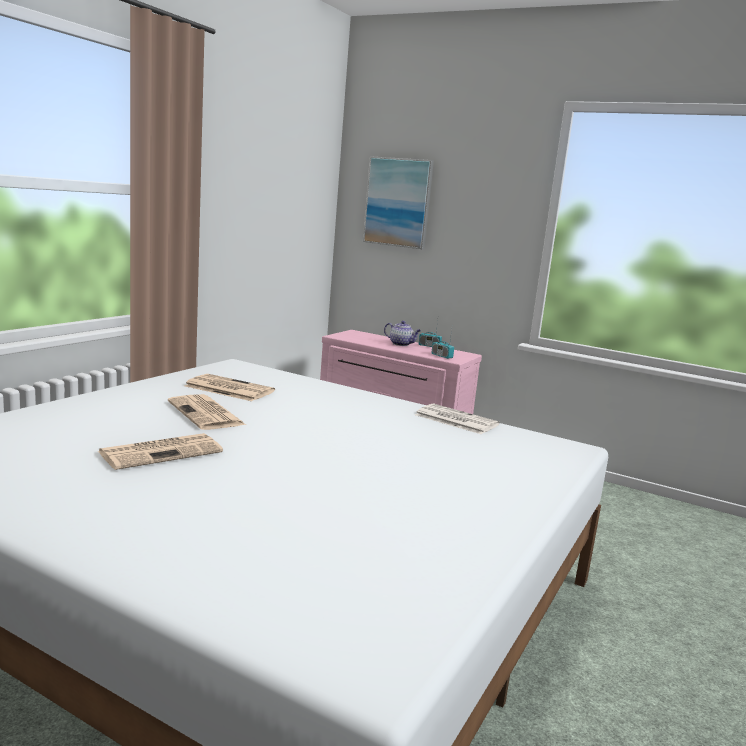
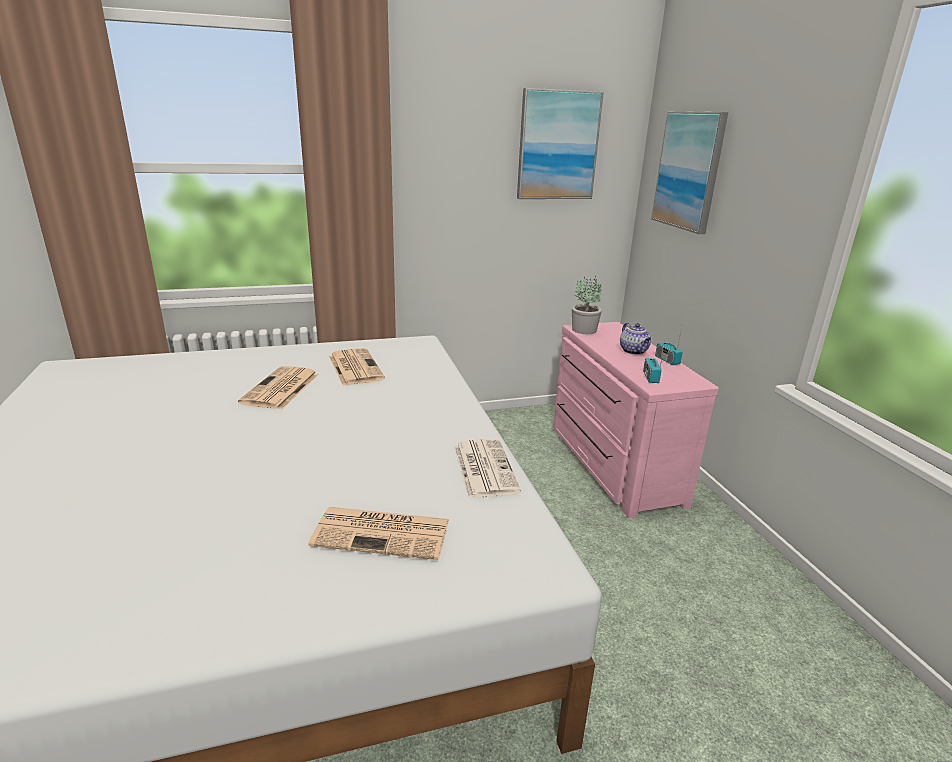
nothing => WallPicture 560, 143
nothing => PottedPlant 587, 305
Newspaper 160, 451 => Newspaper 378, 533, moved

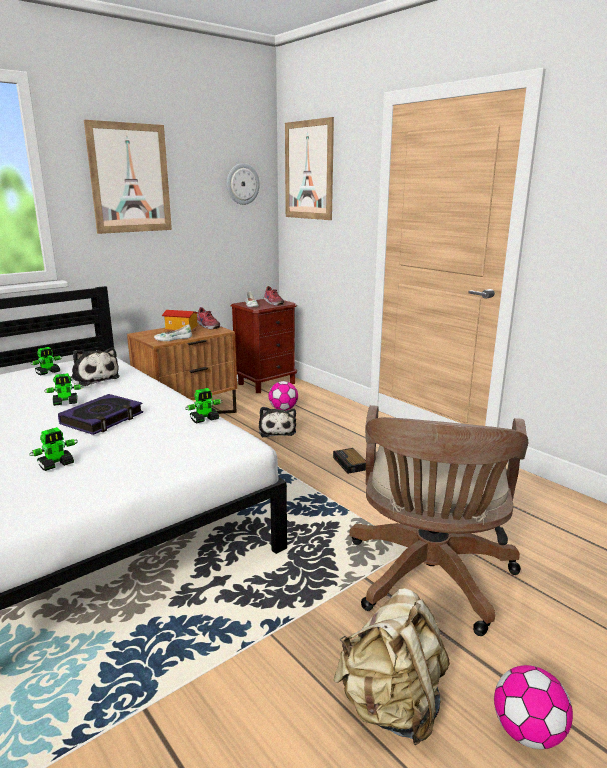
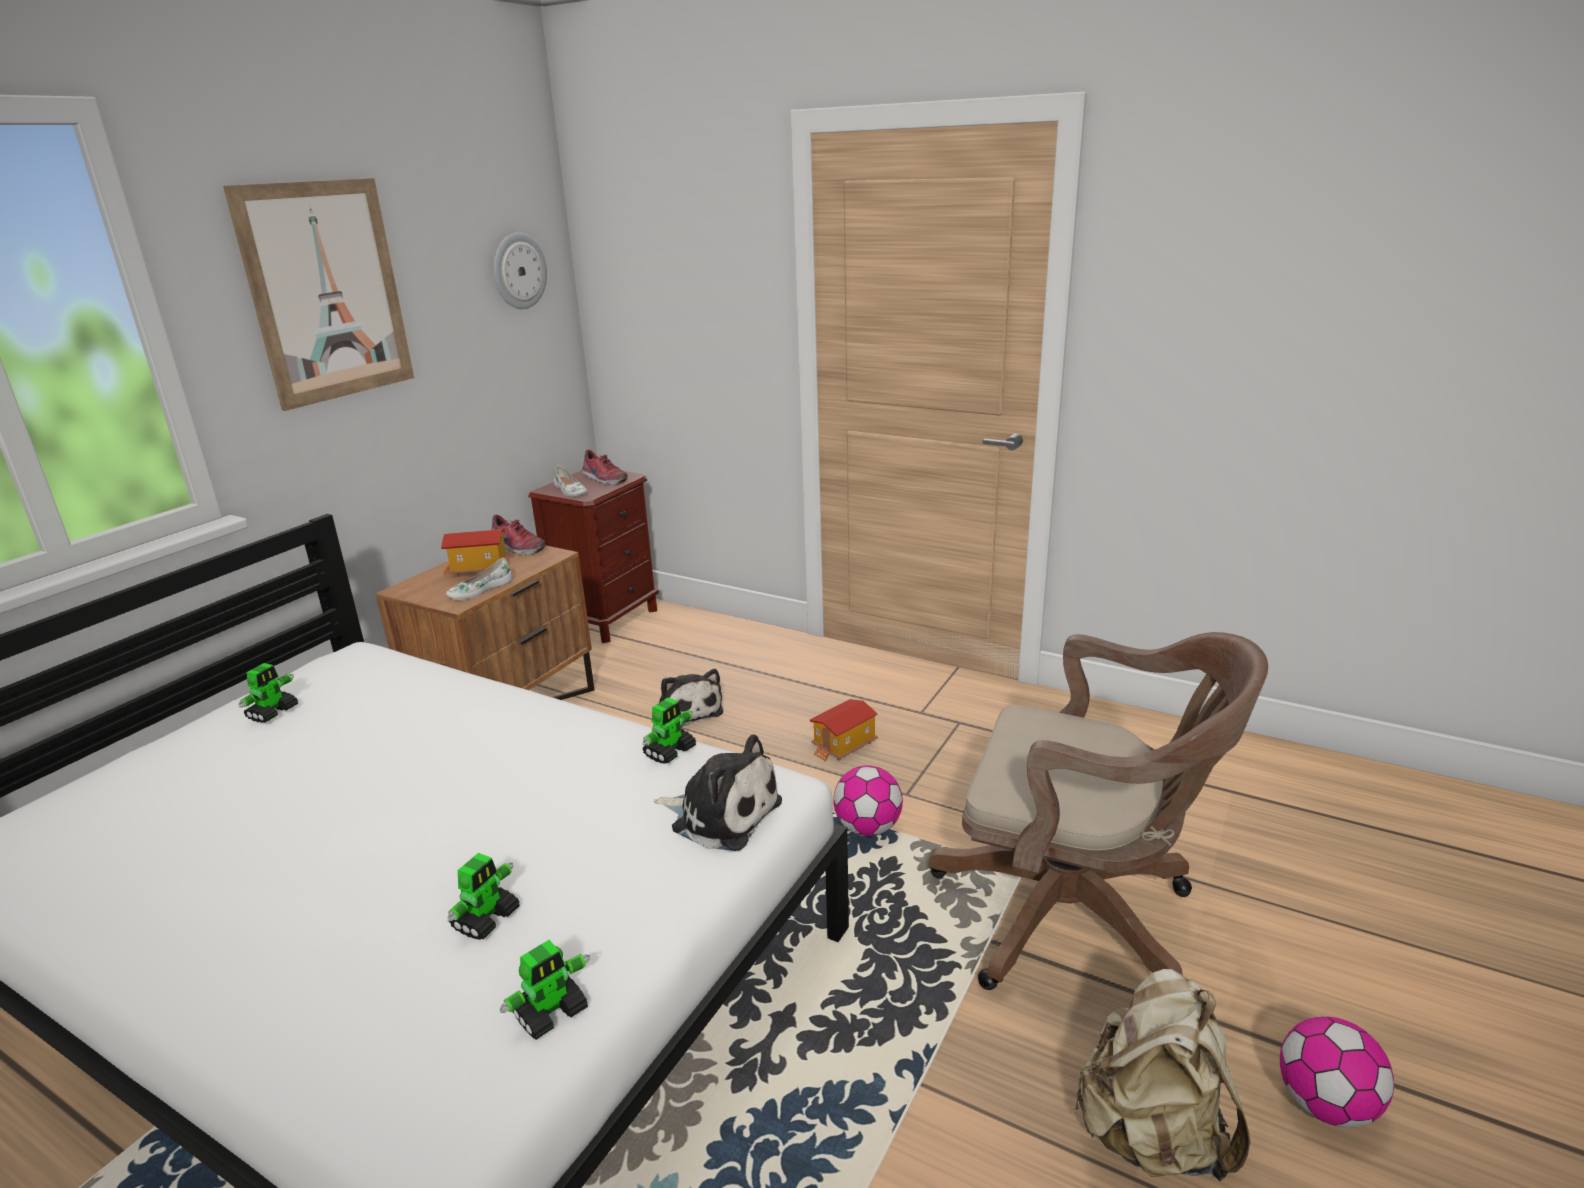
Volume 100, 414 => nothing
WallPicture 309, 168 => nothing
ModelRobot 64, 389 => ModelRobot 545, 990, moved
SoftToy 95, 367 => SoftToy 718, 792, moved
BallForFootball 283, 396 => BallForFootball 868, 800, moved
AlarmClock 349, 461 => ToyHouse 844, 730
BrownOfficeChair 438, 520 => BrownOfficeChair 1098, 811, 60 degrees counterclockwise

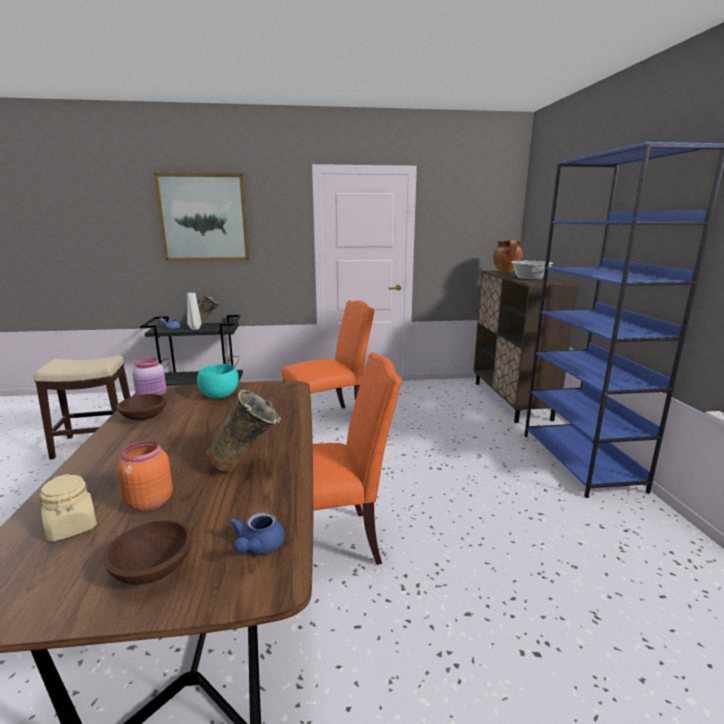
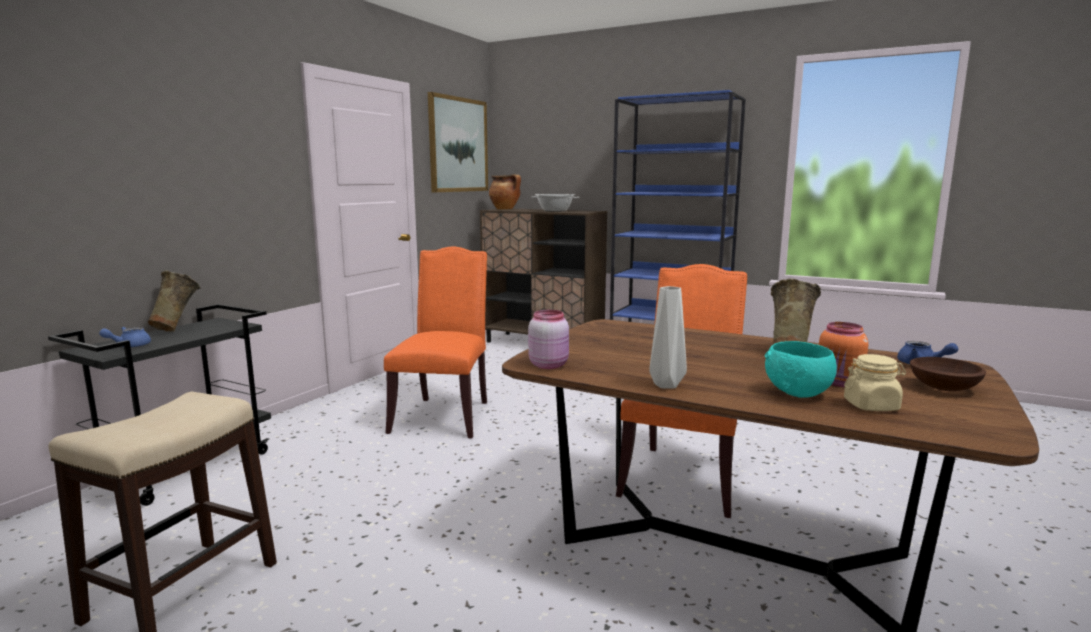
BrownServingBowl 142, 407 => nothing
WallPicture 201, 216 => WallPicture 458, 142, moved
GrayVase 194, 311 => GrayVase 668, 337, moved
TurquoiseServingBowl 218, 381 => TurquoiseServingBowl 801, 369, moved

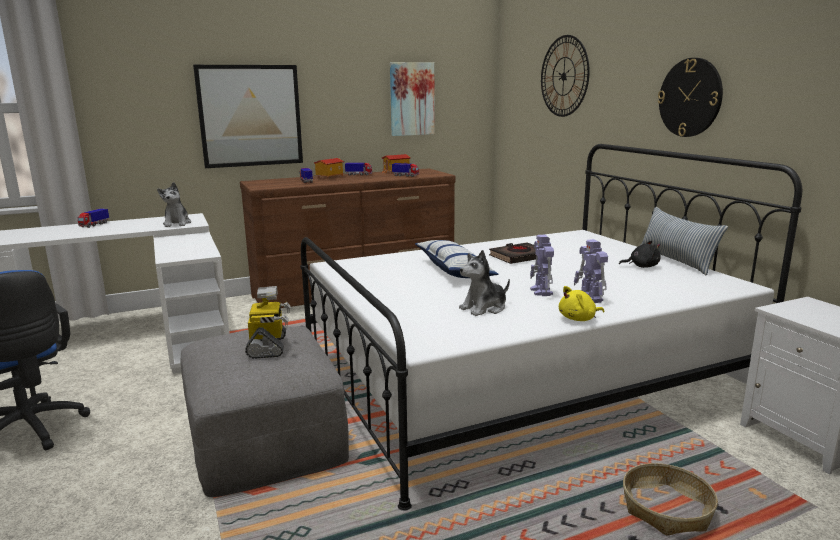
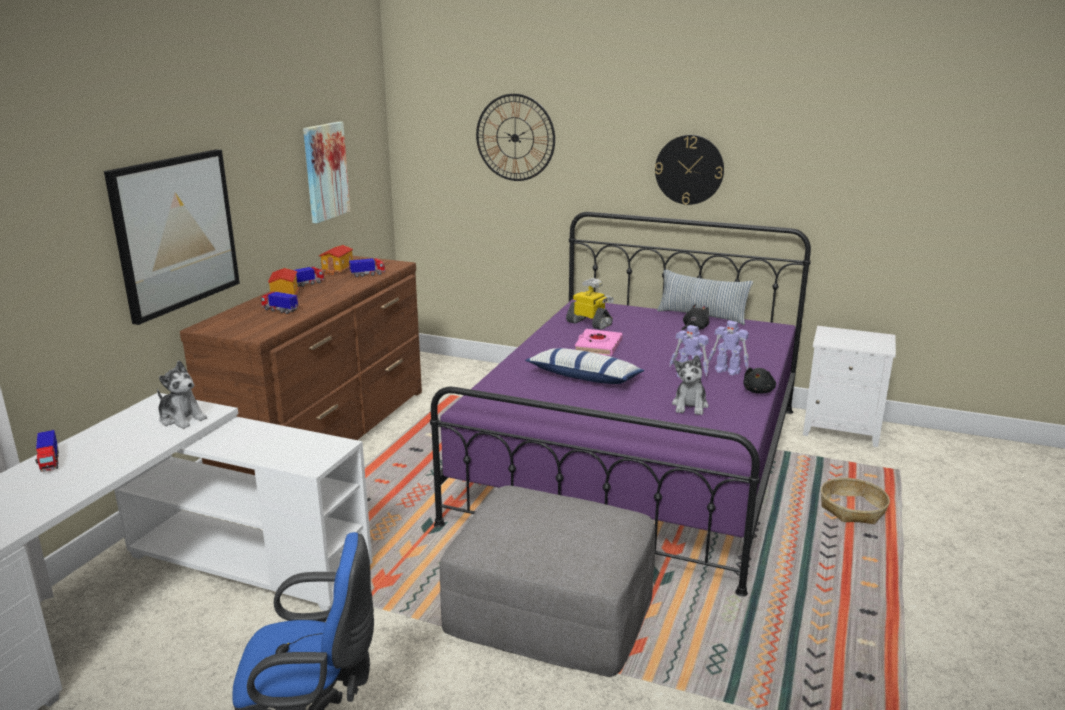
ModelRobot 268, 322 => ModelRobot 590, 304, moved
WhiteBed 551, 327 => PurpleColouredBed 620, 404
BlackishVolume 512, 253 => PinkColouredVolume 599, 342
YellowSoftToy 581, 303 => BlackishSoftToy 759, 380

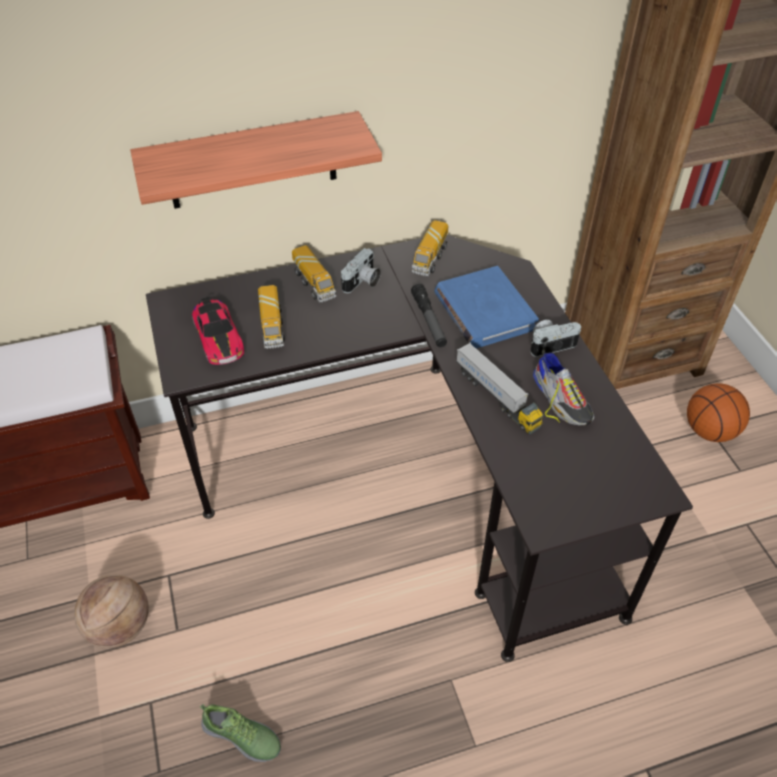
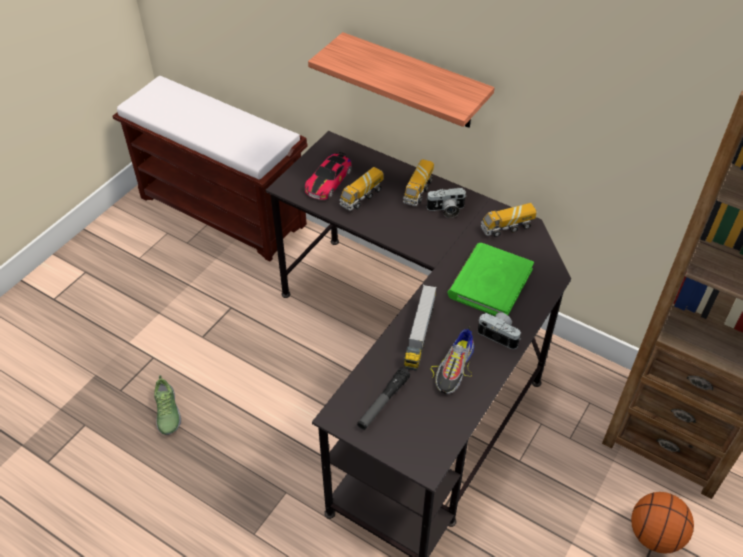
BasketballBall 111, 611 => nothing
HandTorch 429, 315 => HandTorch 383, 399, moved
BlueColouredVolume 487, 307 => GreenishVolume 491, 279

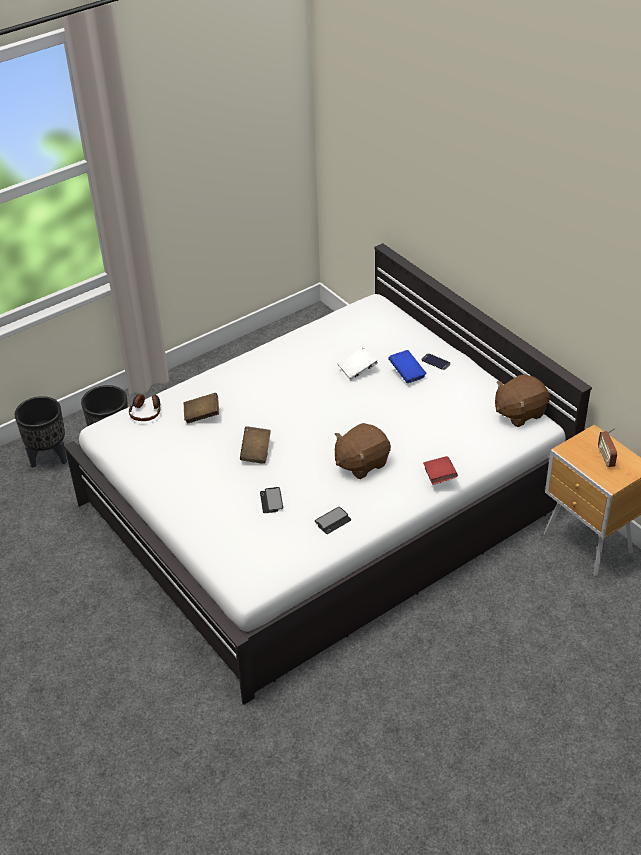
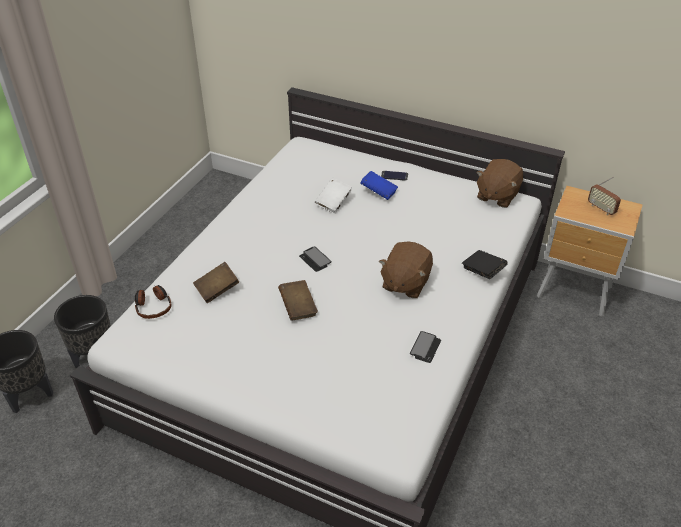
Phone 271, 500 => Phone 315, 259, moved
RedColouredVolume 440, 470 => BlackishVolume 485, 264

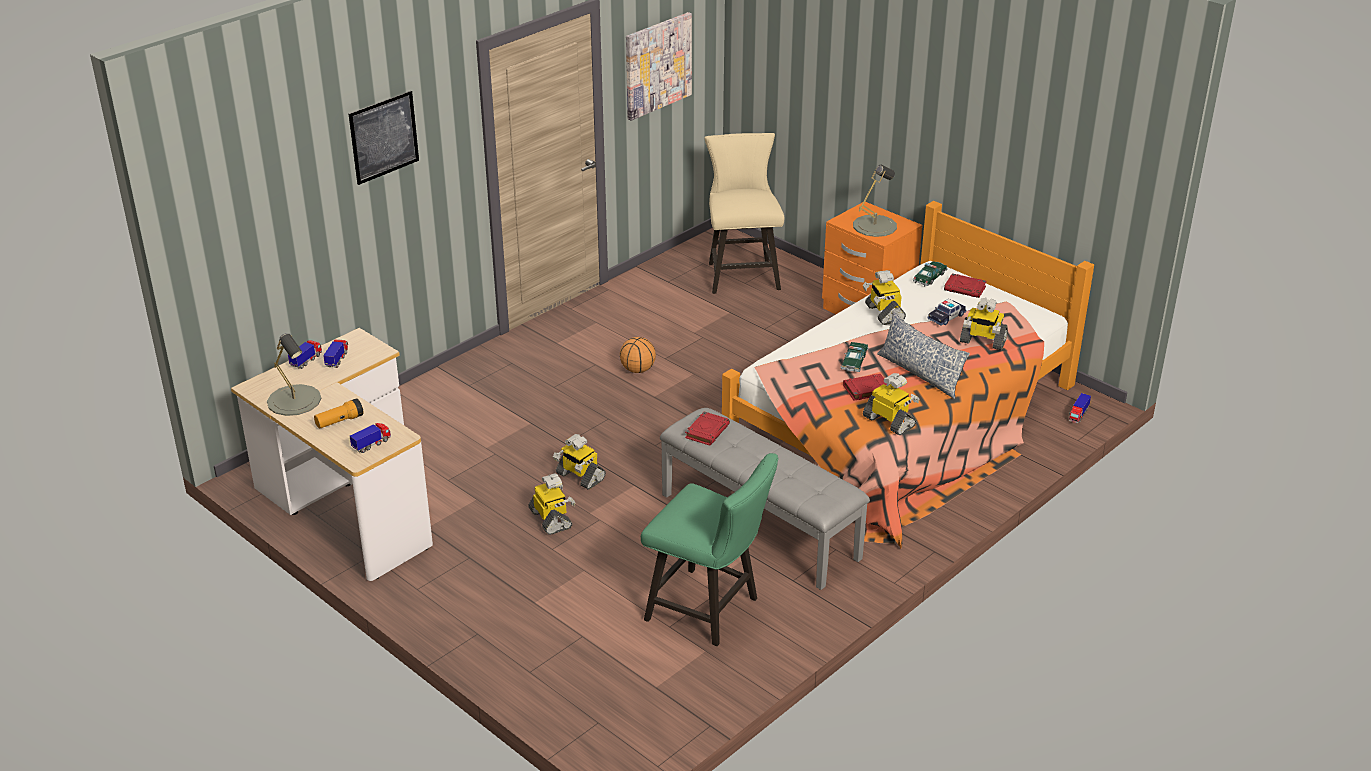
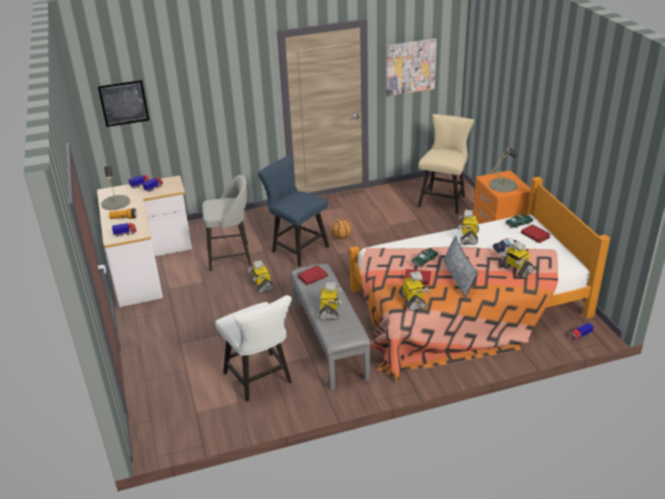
nothing => GrayStoolSeat 227, 223
nothing => BlueColouredUprightChair 293, 211
WallPicture 384, 138 => WallPicture 123, 103, moved
ModelRobot 552, 504 => ModelRobot 330, 301, moved
GreenishUprightChair 709, 549 => WhiteUprightChair 253, 348

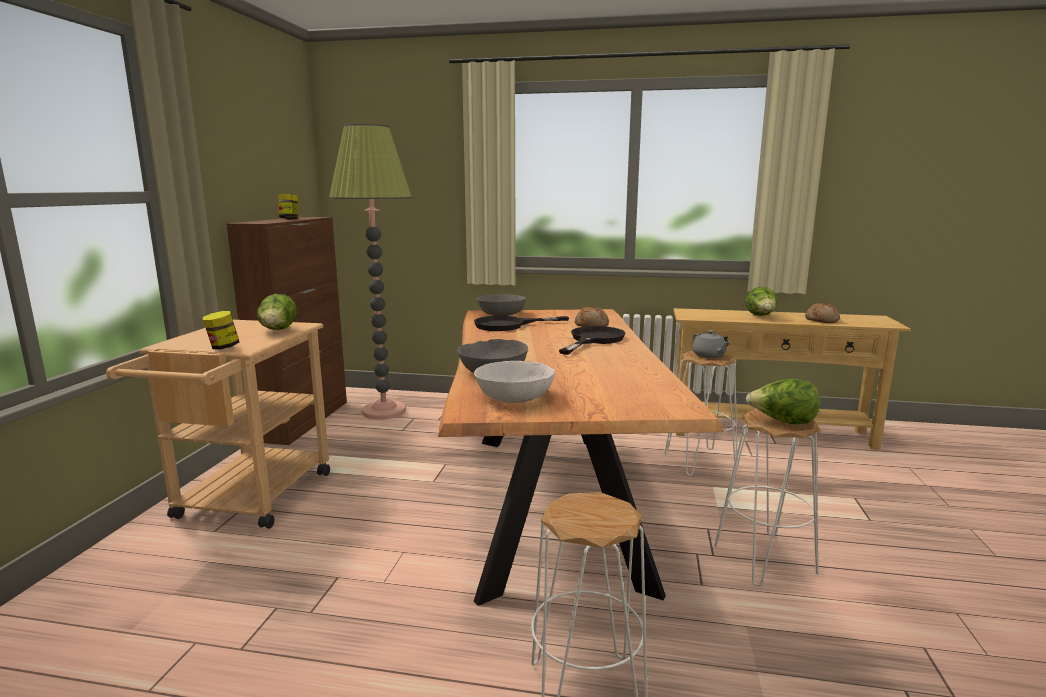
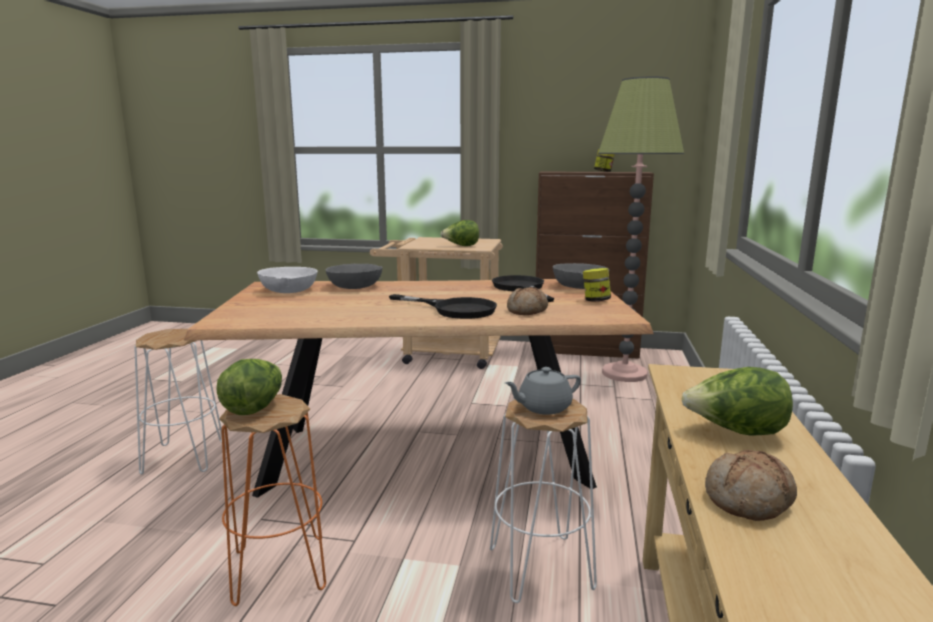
PreserveJar 221, 330 => PreserveJar 597, 285, moved
WhiteStoolSeat 767, 498 => OrangeColouredStoolSeat 272, 500

